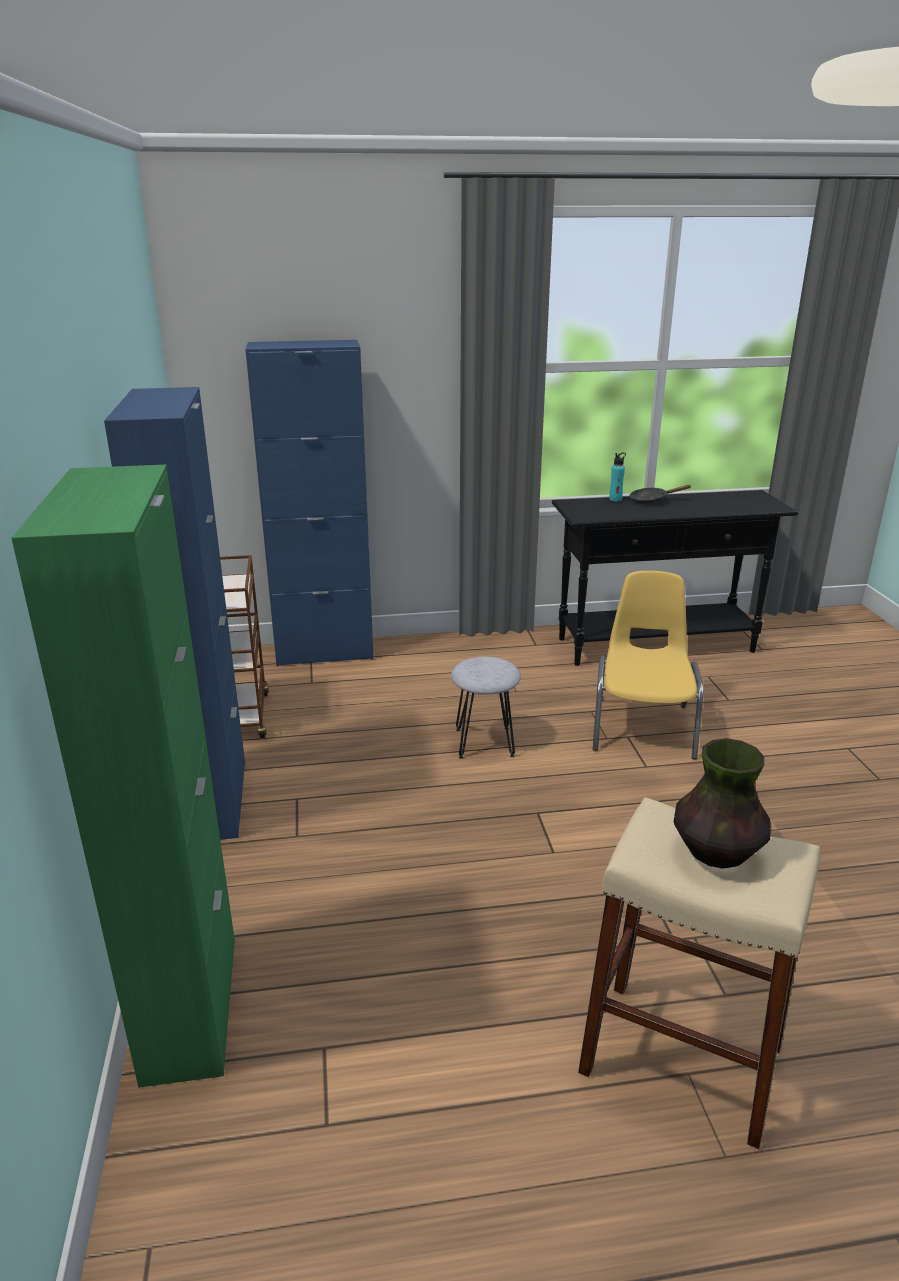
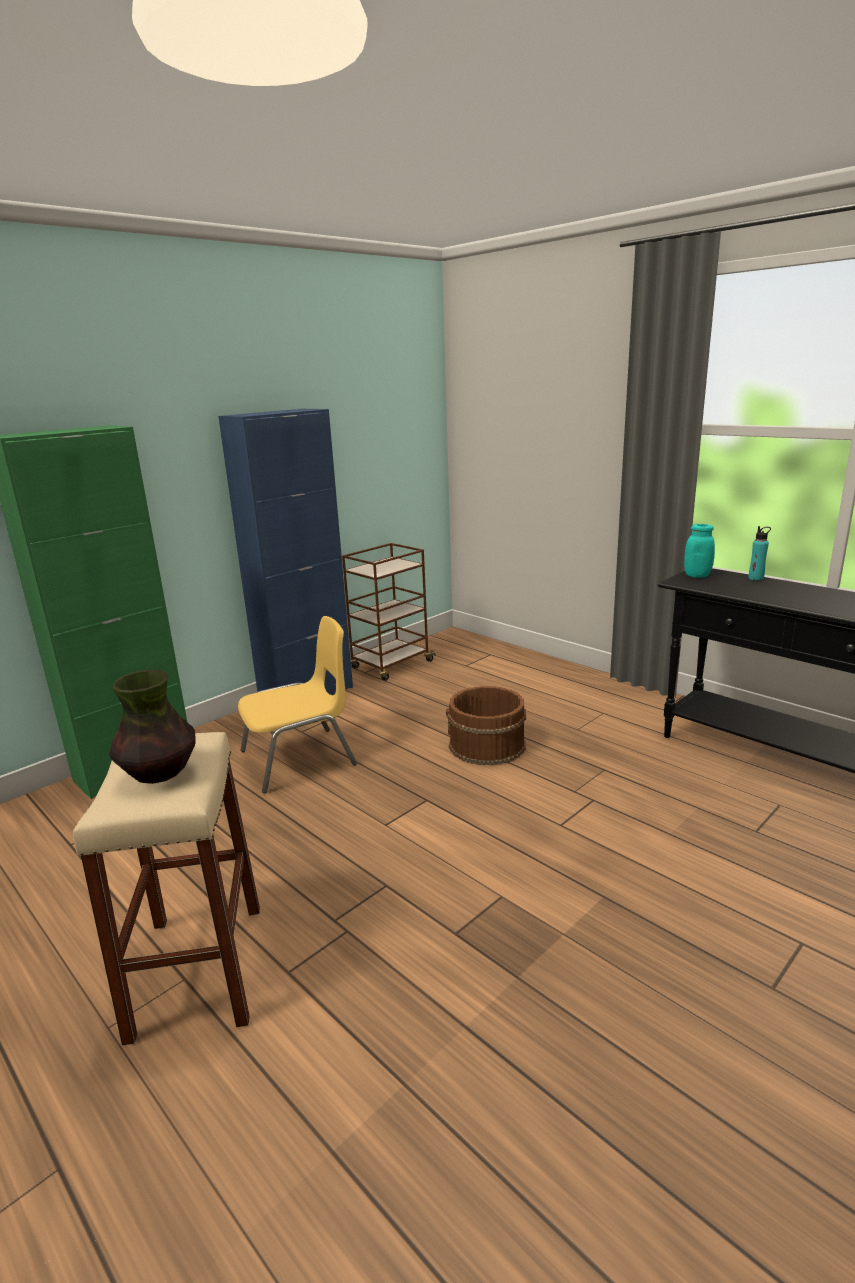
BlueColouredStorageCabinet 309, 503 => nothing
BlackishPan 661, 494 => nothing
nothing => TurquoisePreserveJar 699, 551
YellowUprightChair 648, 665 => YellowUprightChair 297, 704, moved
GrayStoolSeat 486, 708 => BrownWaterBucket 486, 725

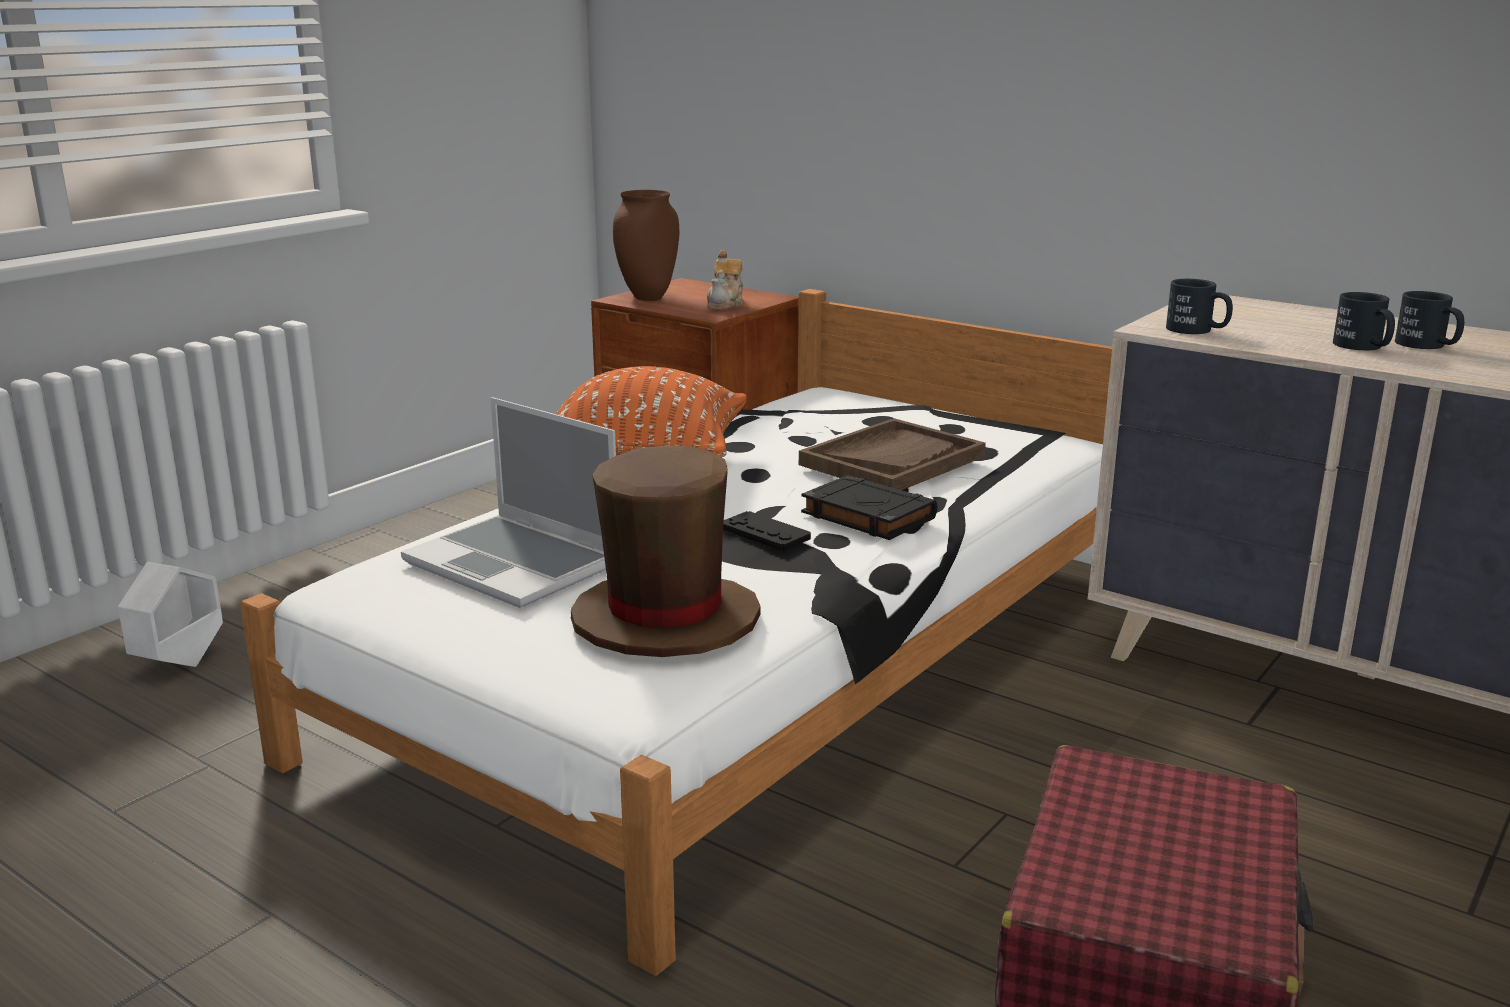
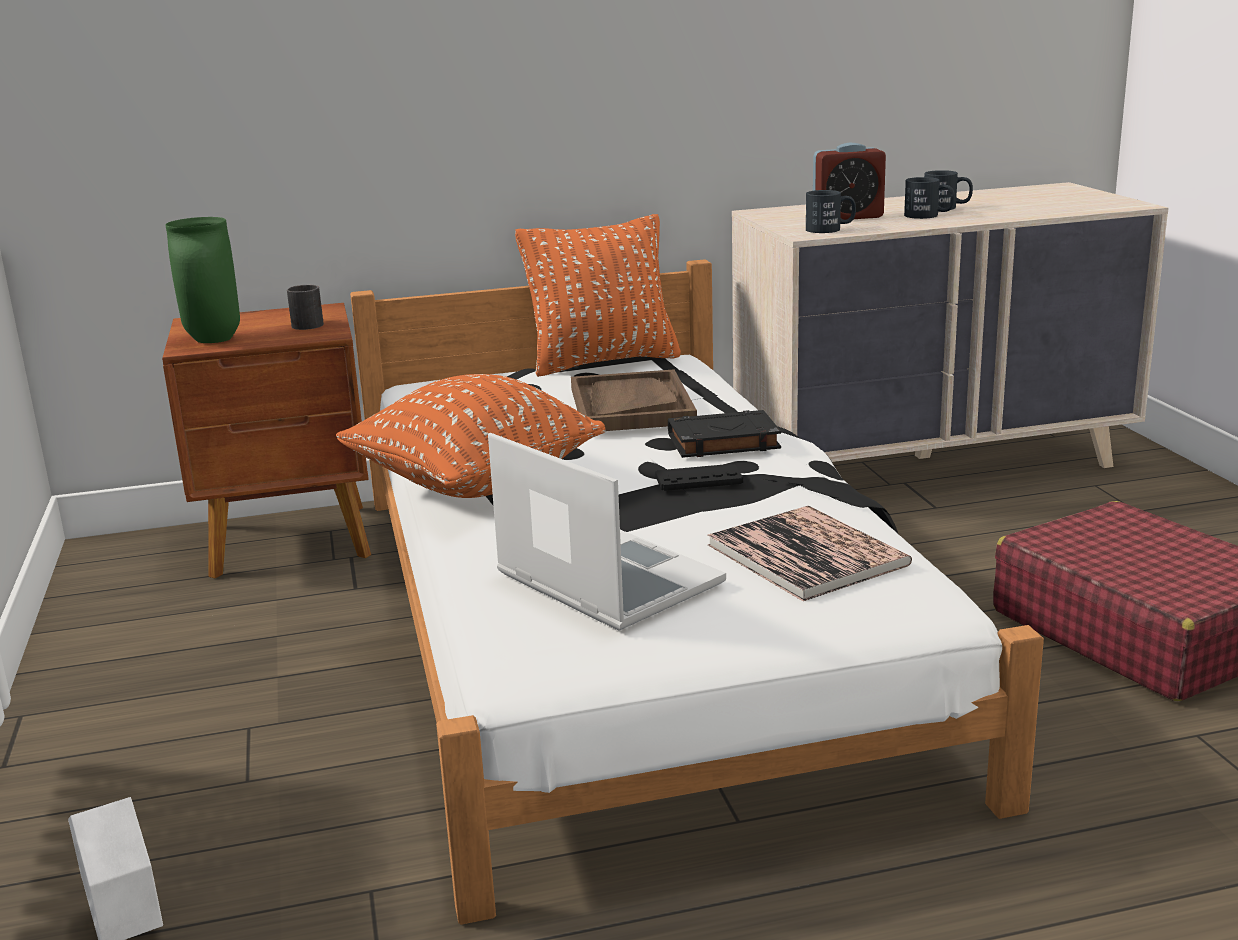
nothing => OrangeColouredPillow 598, 295
nothing => AlarmClock 849, 181
BrownHat 665, 551 => Volume 810, 553
Teapot 726, 280 => BlackishCoffeeMug 305, 307
BrownVase 646, 245 => GreenishVase 203, 280
NotebookComputer 508, 502 => NotebookComputer 607, 532, 120 degrees counterclockwise

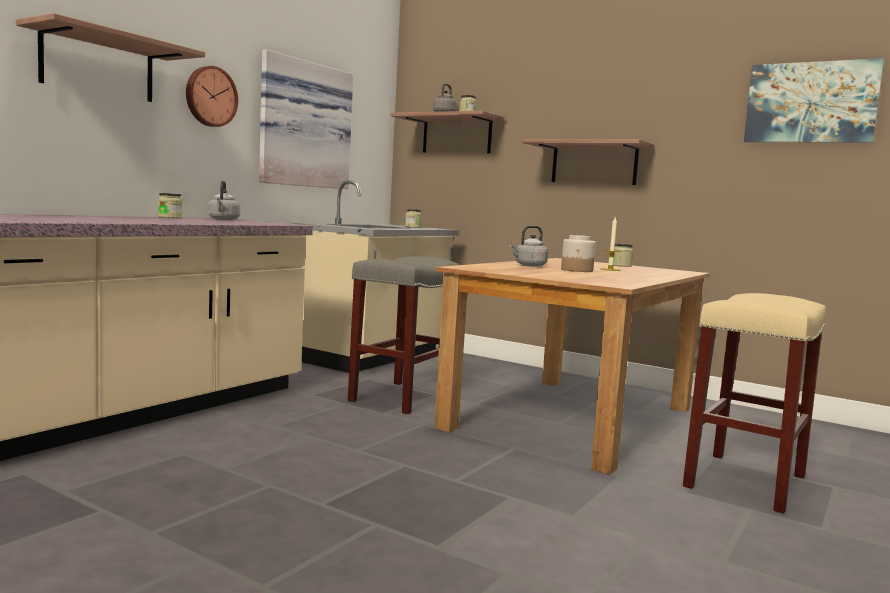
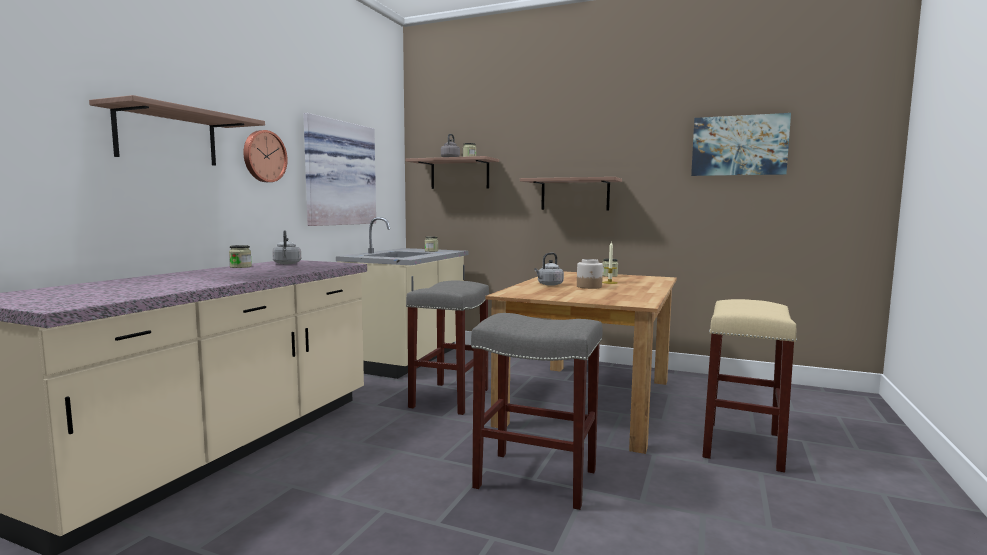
nothing => GrayStoolSeat 537, 411

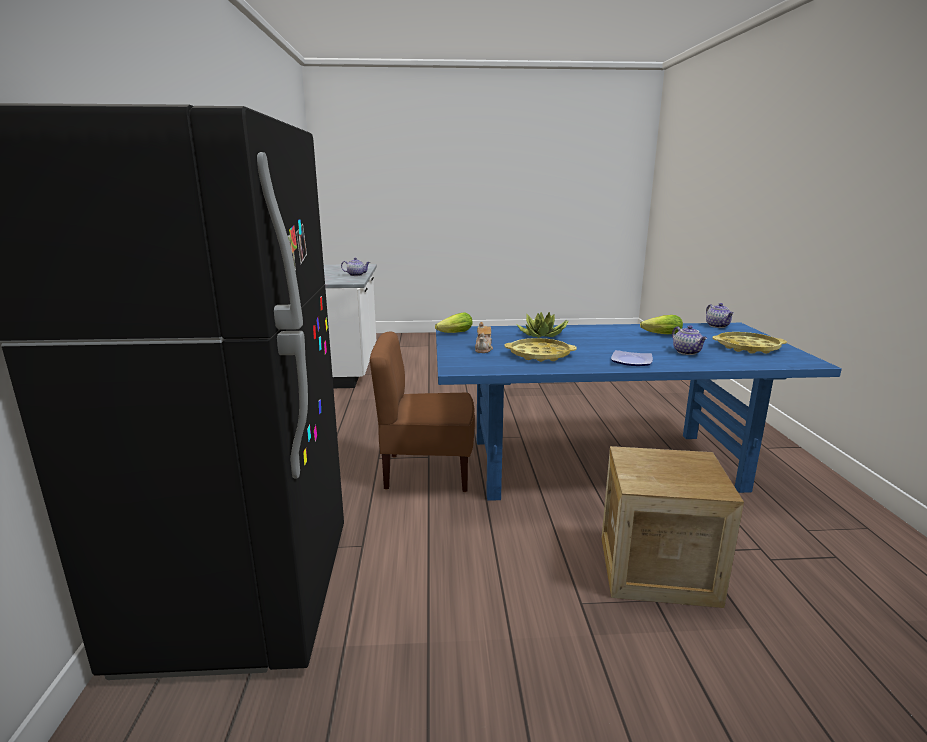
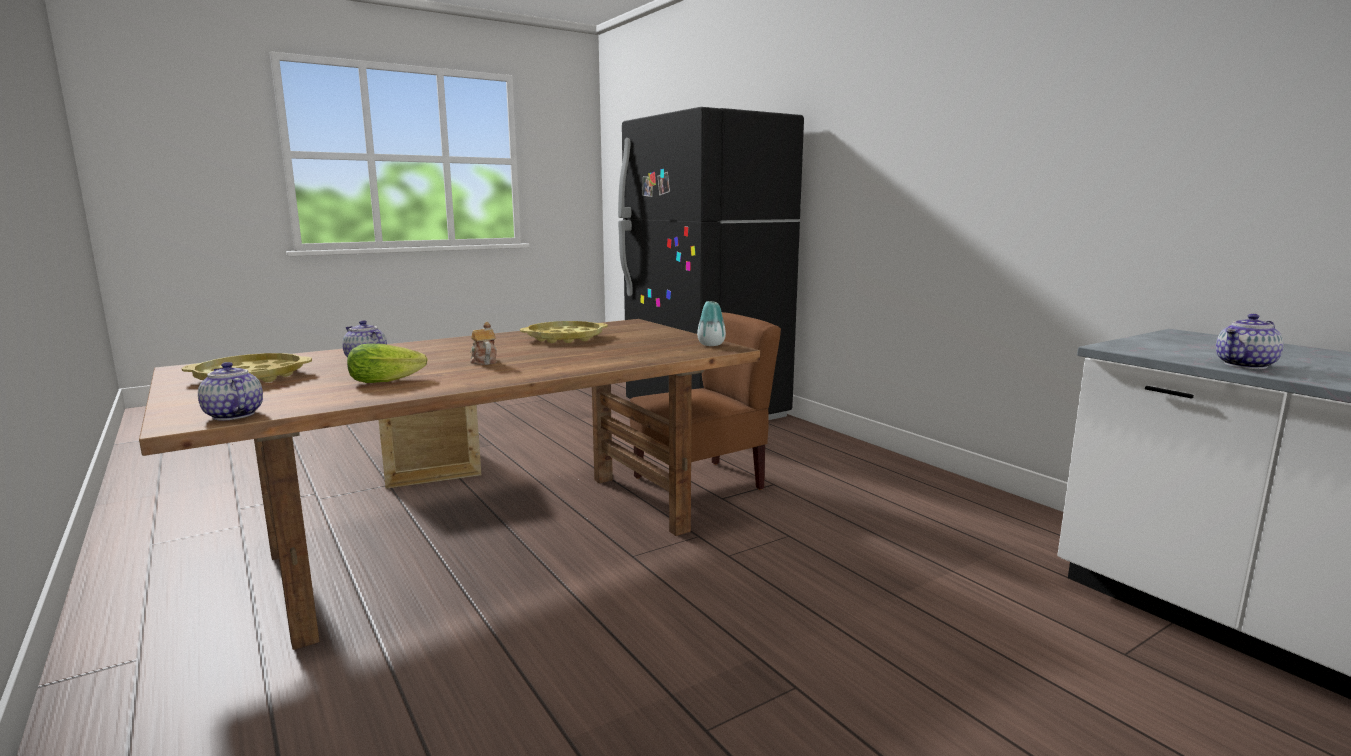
PottedPlant 543, 325 => nothing
DinnerPlate 632, 358 => nothing
Teapot 484, 337 => Teapot 483, 343, moved
Lettuce 453, 323 => Vase 711, 323
BlueColouredKitchenTable 639, 412 => BrownKitchenTable 449, 484

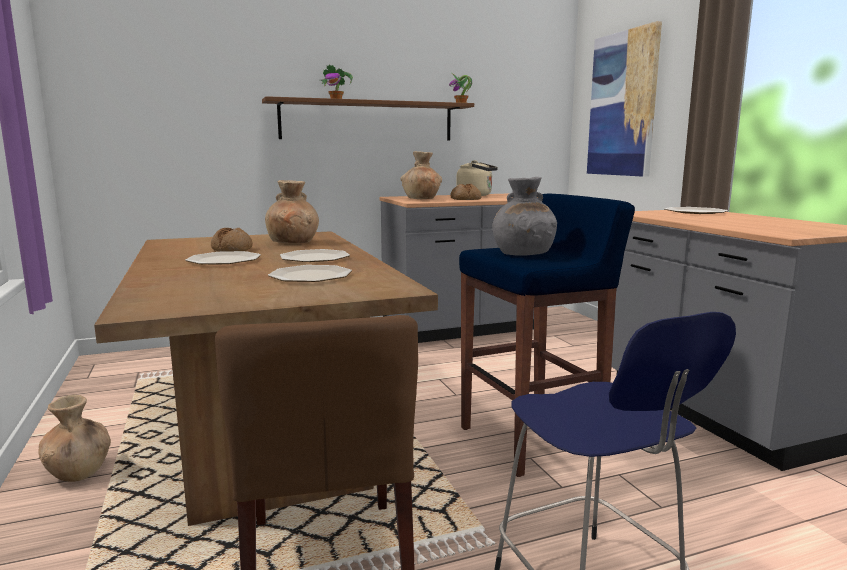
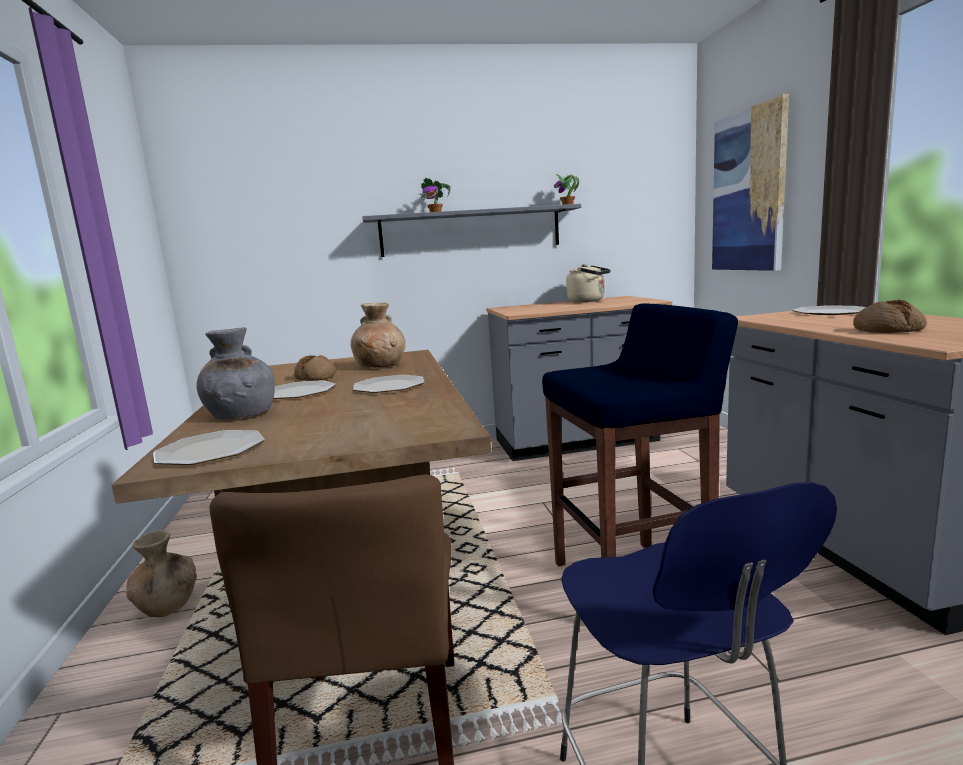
BrownVase 421, 175 => nothing
DinnerPlate 310, 273 => DinnerPlate 209, 447, moved
BakedBread 465, 192 => BakedBread 890, 316, moved
GrayVase 524, 216 => GrayVase 236, 373, moved
BrownBracketShelf 368, 118 => GrayBracketShelf 471, 230

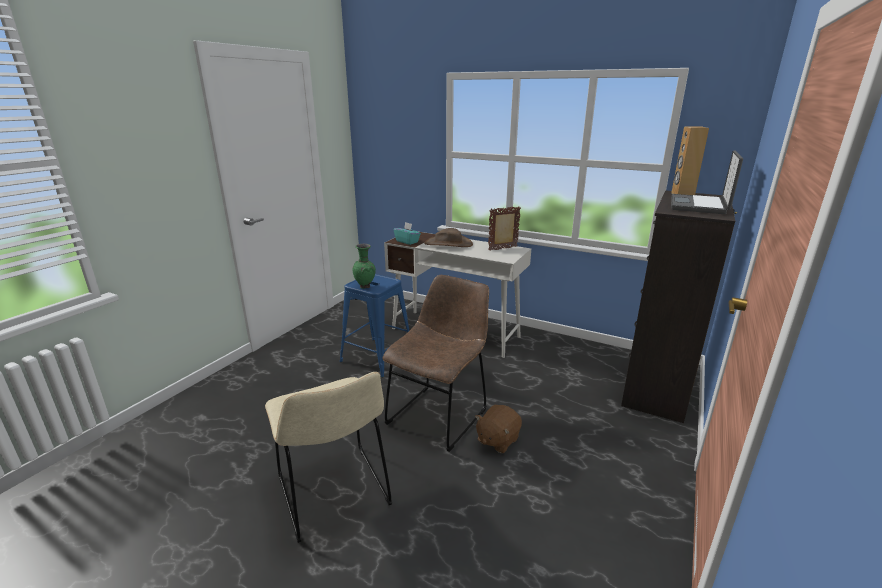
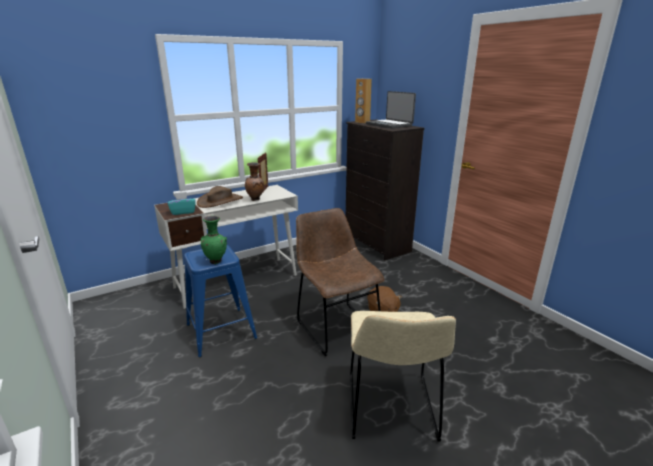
nothing => BrownVase 254, 181
BeigeUprightChair 328, 457 => BeigeUprightChair 403, 376, 90 degrees clockwise

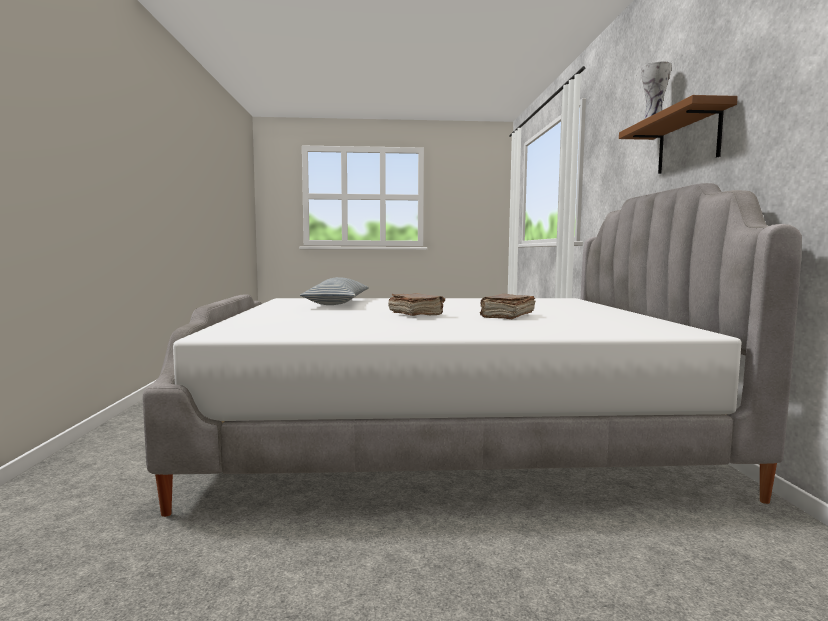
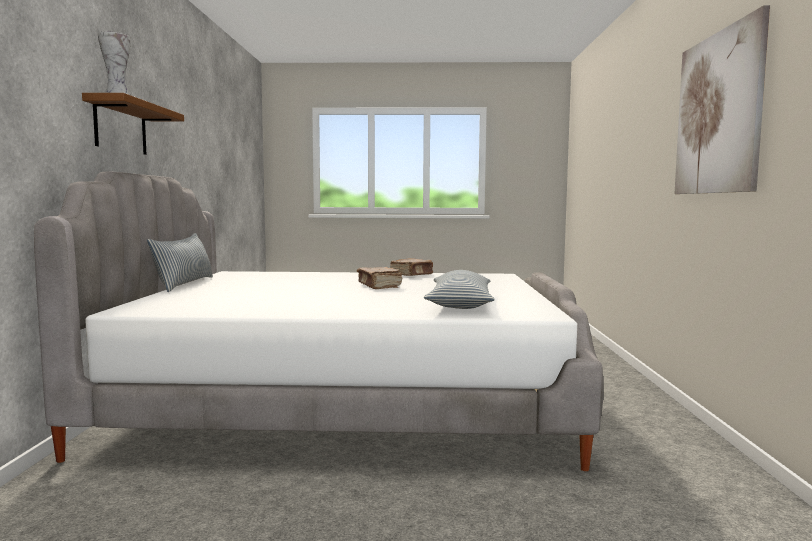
nothing => Pillow 180, 262
nothing => WallPicture 722, 99
BrownVolume 507, 306 => BrownVolume 411, 267, moved

